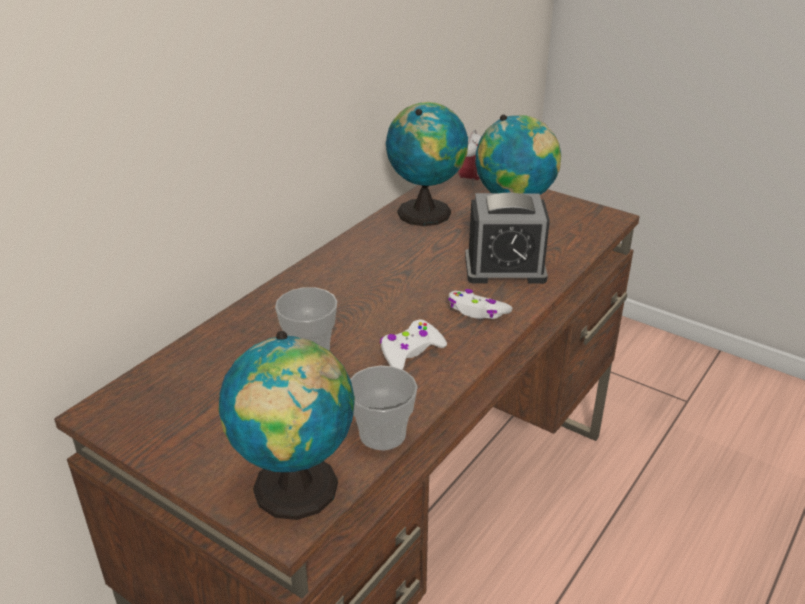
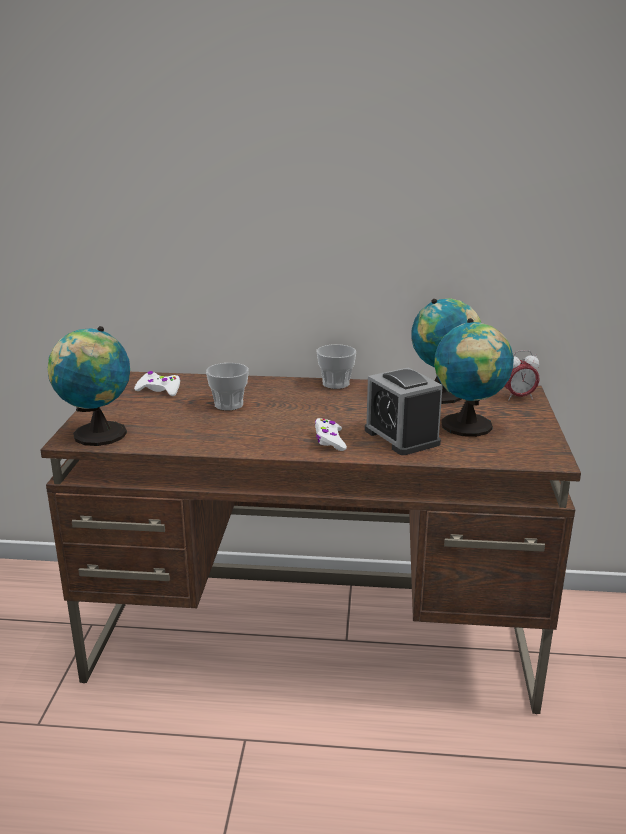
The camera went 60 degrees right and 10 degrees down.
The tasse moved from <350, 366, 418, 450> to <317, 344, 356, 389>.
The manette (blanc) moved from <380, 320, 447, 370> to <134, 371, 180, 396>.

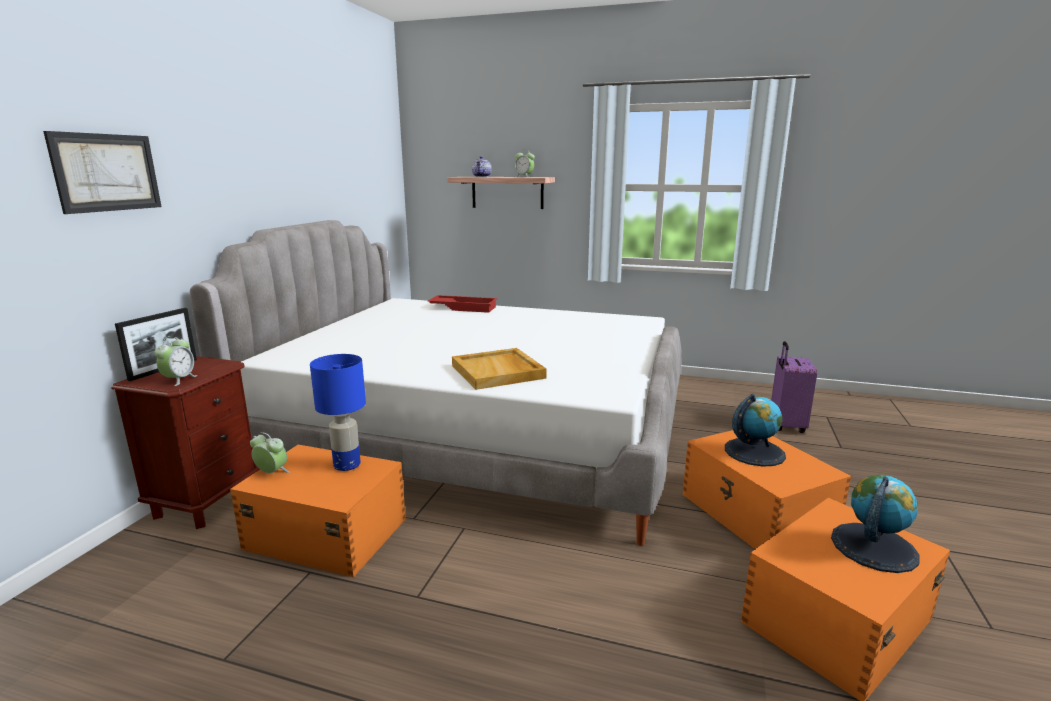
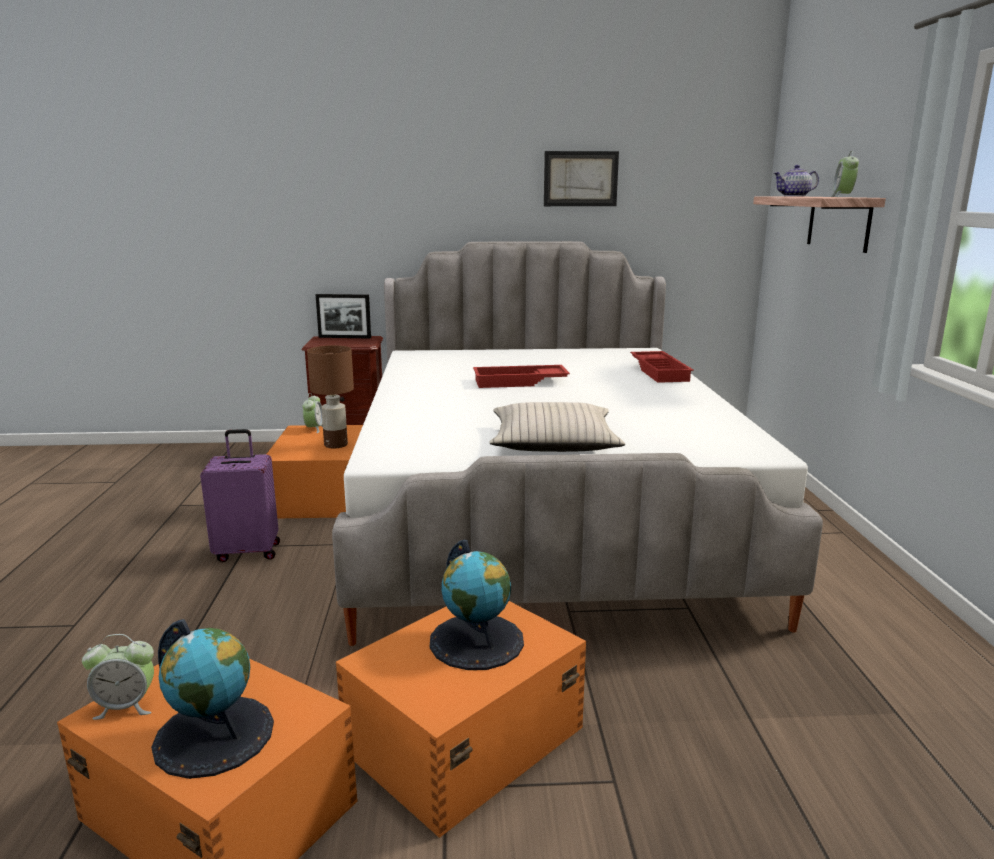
The camera went 70 degrees right and 0 degrees up.
The plateau (beige) at <452, 348, 547, 390> disappeared.
The plateau (rouge) at <473, 365, 570, 388> appeared.
The coussin (beige) at <489, 402, 625, 452> appeared.
The tableau moved from <43, 131, 162, 214> to <544, 151, 619, 206>.
The réveil moved from <154, 336, 198, 386> to <82, 634, 154, 720>.
The valise (violet) moved from <771, 341, 817, 433> to <200, 429, 280, 562>.
The lampe de table (bleu) at <310, 354, 366, 471> became the lampe de table (marron) at <307, 345, 354, 448>.

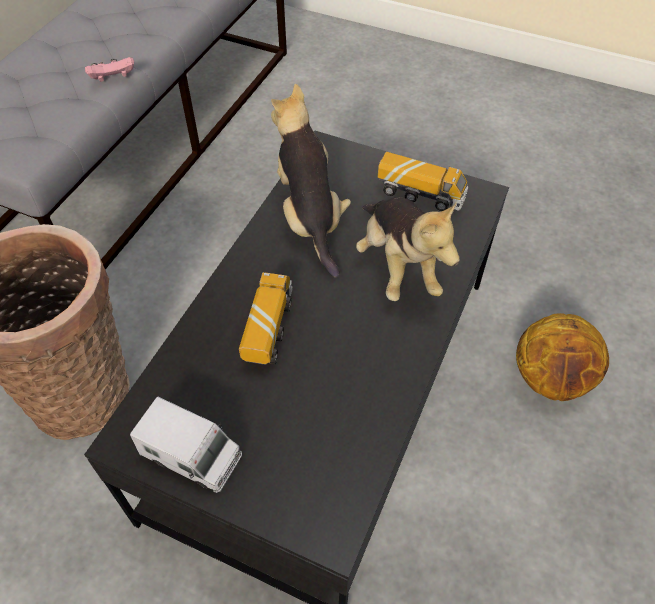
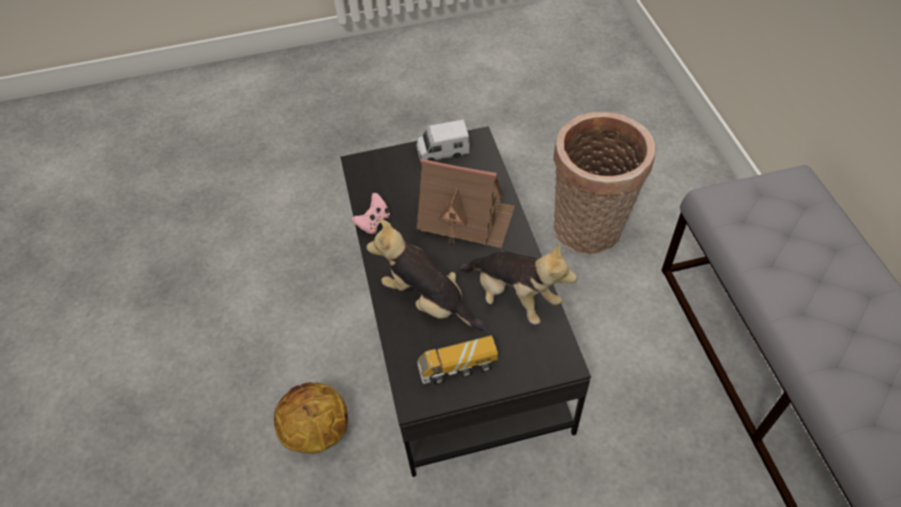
The camera went 145 degrees right and 0 degrees up.
The manette (rose) moved from <85, 57, 134, 82> to <351, 193, 390, 234>.
The camion jouet at <239, 272, 293, 365> was replaced by the maison miniature at <417, 159, 515, 248>.

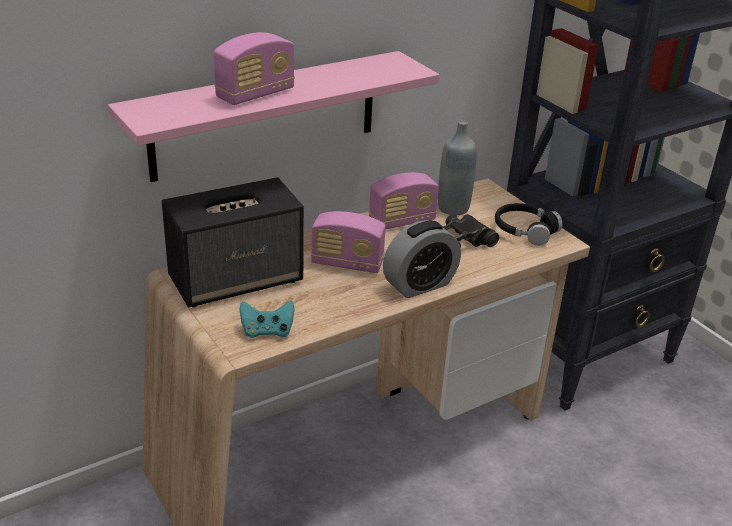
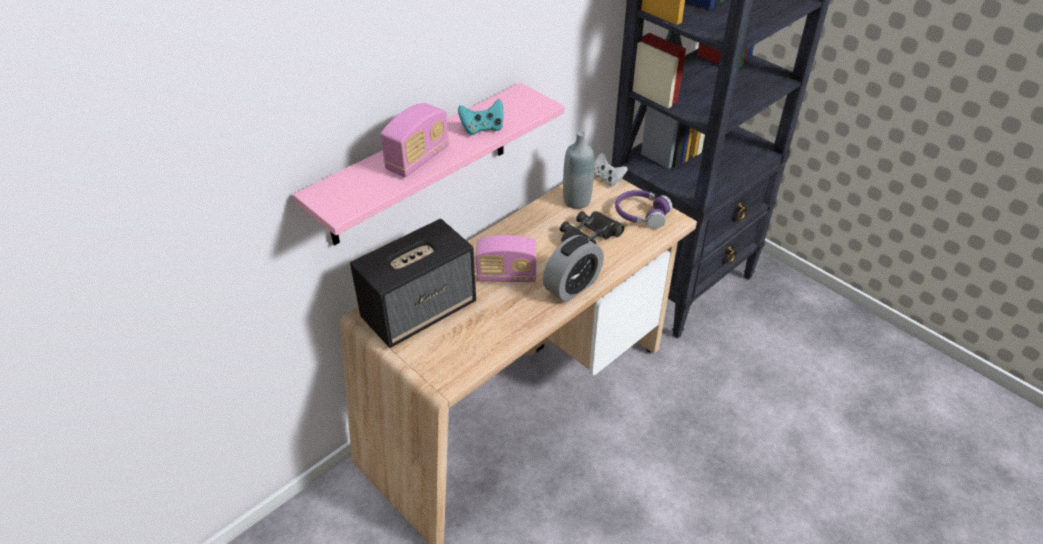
The camera went 10 degrees left and 10 degrees up.
The radio at <369, 172, 439, 230> disappeared.
The manette (blanc) at <594, 153, 628, 186> appeared.
The manette (turquoise) moved from <239, 300, 295, 338> to <458, 99, 504, 135>.
The casque audio (noir) at <495, 203, 562, 246> became the casque audio (violet) at <615, 190, 672, 228>.

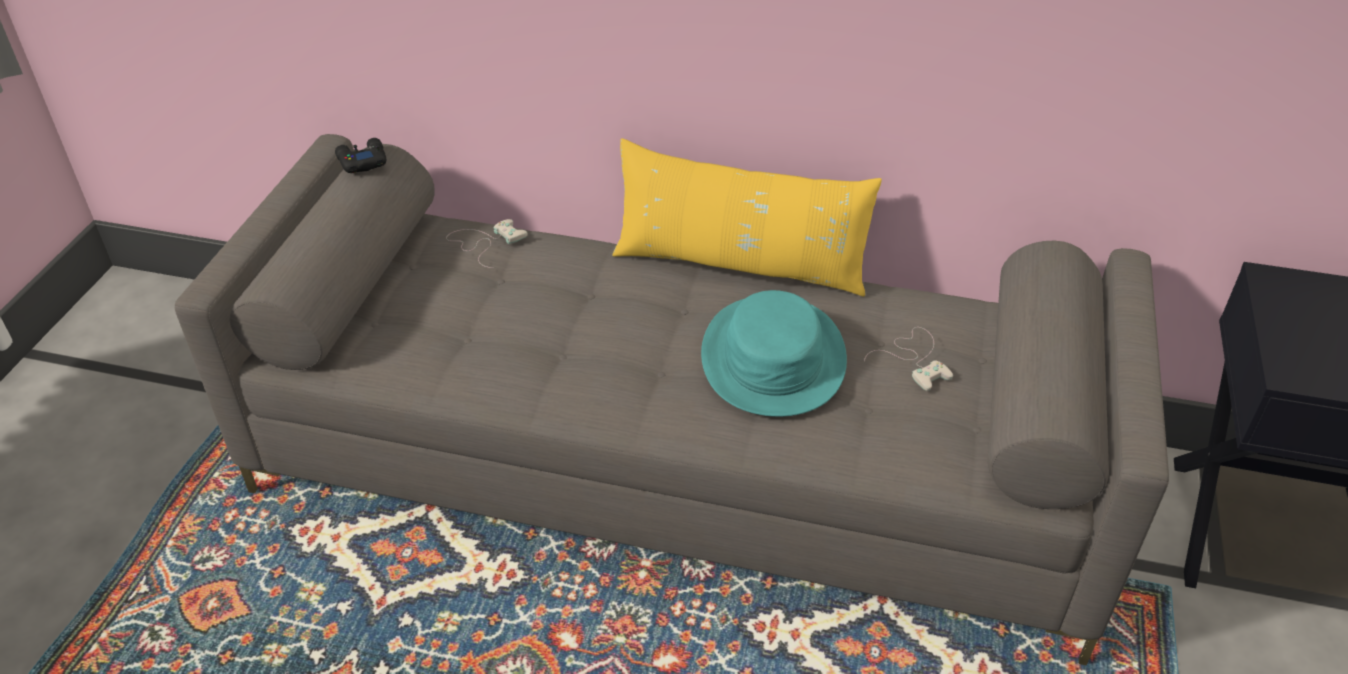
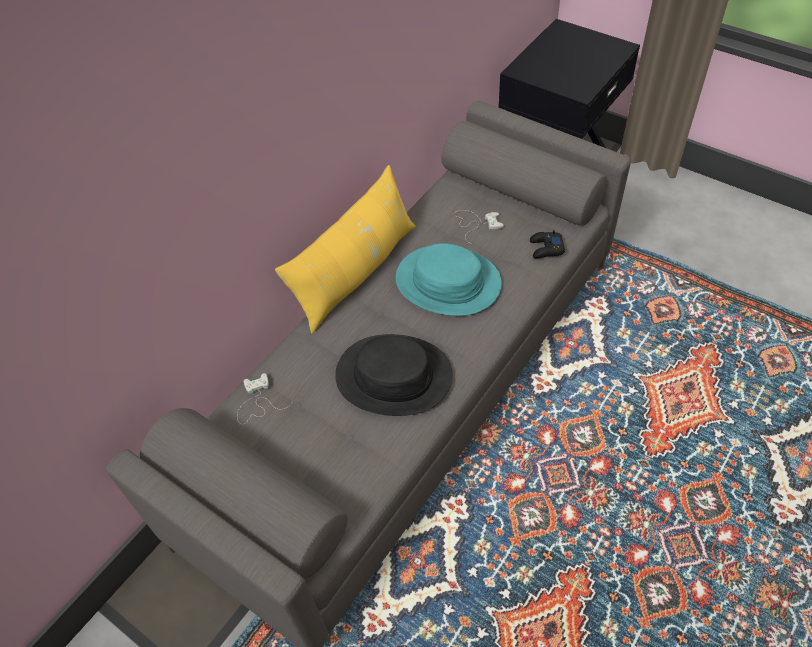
The camera went 65 degrees left and 10 degrees up.
The chapeau (noir) at <335, 334, 452, 416> appeared.
The manette (noir) moved from <335, 138, 387, 173> to <530, 230, 565, 258>.

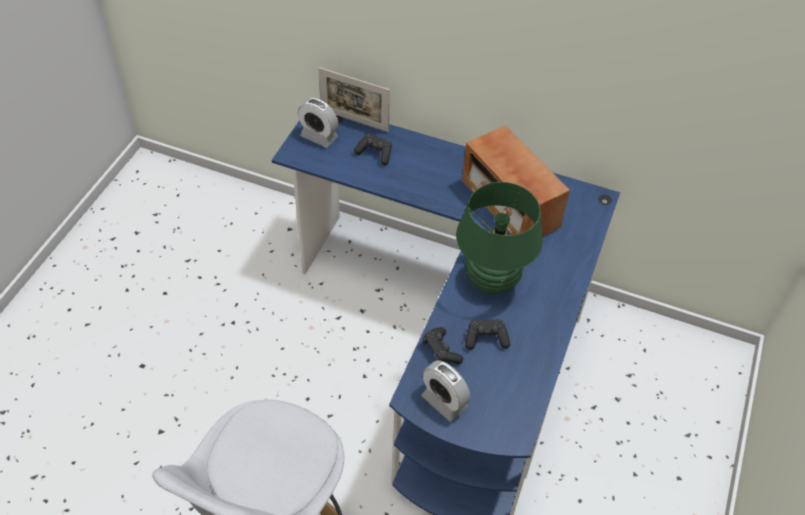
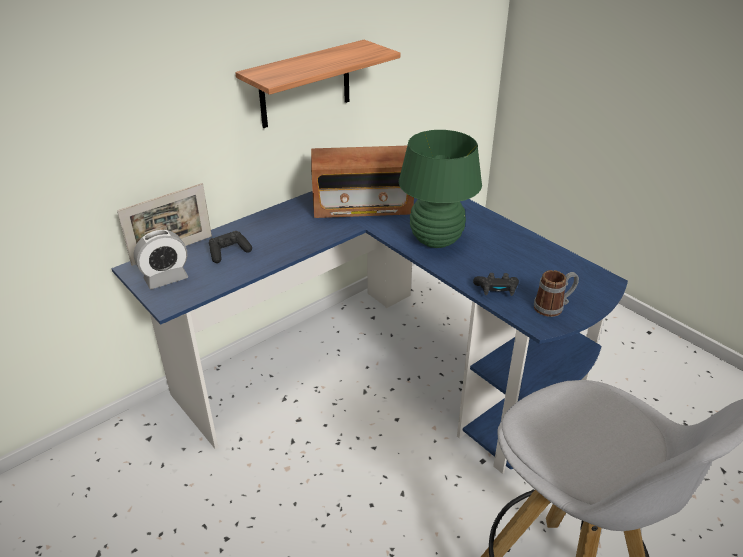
The camera went 60 degrees left and 15 degrees down.
The manette (noir) at <465, 319, 510, 350> disappeared.
The étagère at <235, 40, 400, 128> appeared.
The réveil at <422, 360, 470, 421> was replaced by the mug at <534, 270, 579, 317>.

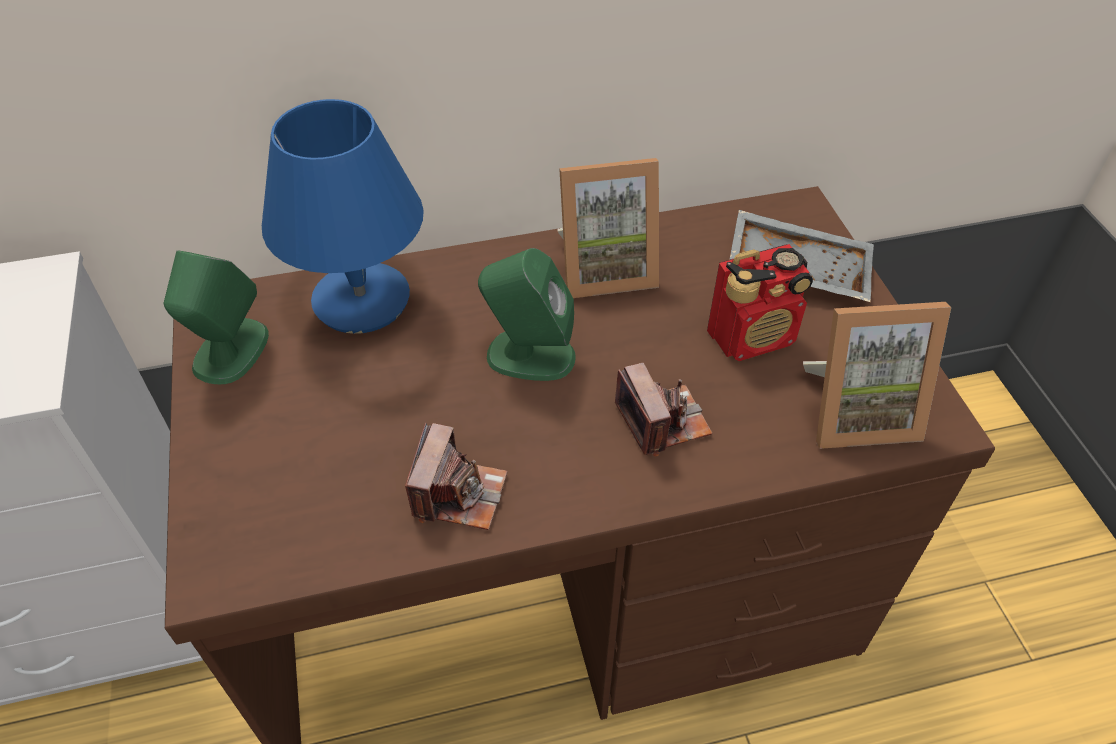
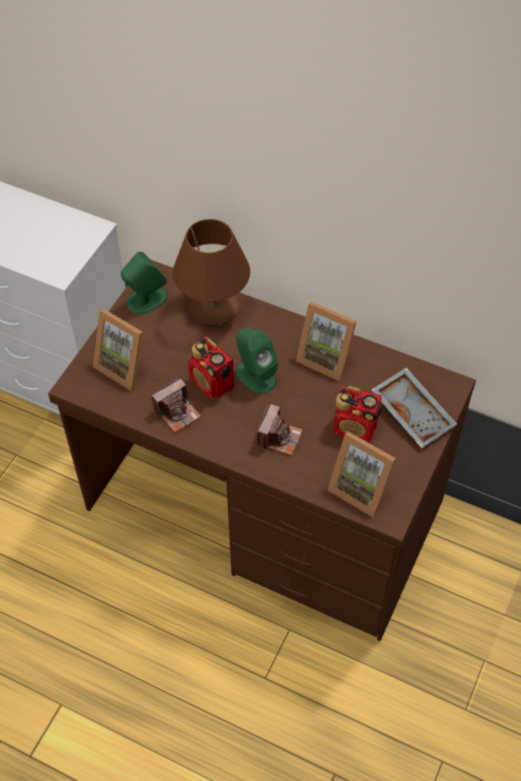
The camera went 40 degrees right and 5 degrees up.
The cadre photo at <93, 309, 143, 390> appeared.
The radio at <188, 336, 234, 399> appeared.
The lampe de table (bleu) at <262, 99, 424, 334> became the lampe de table (marron) at <173, 219, 250, 326>.

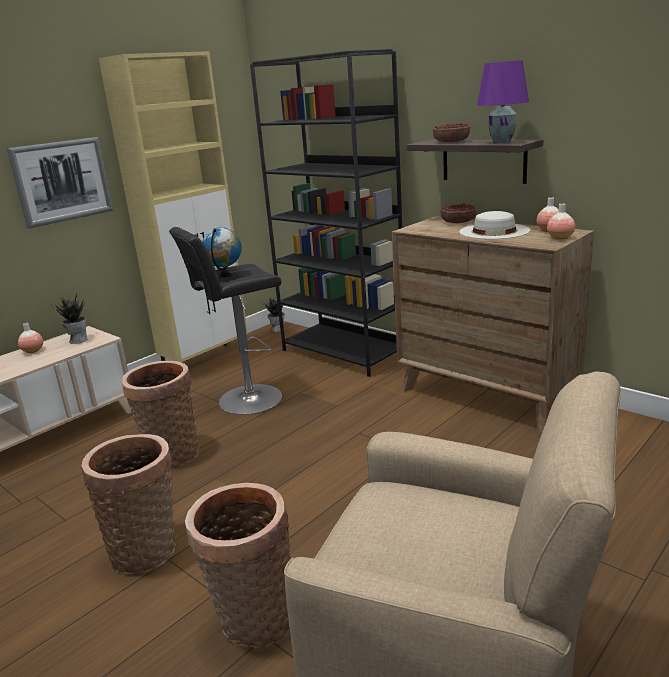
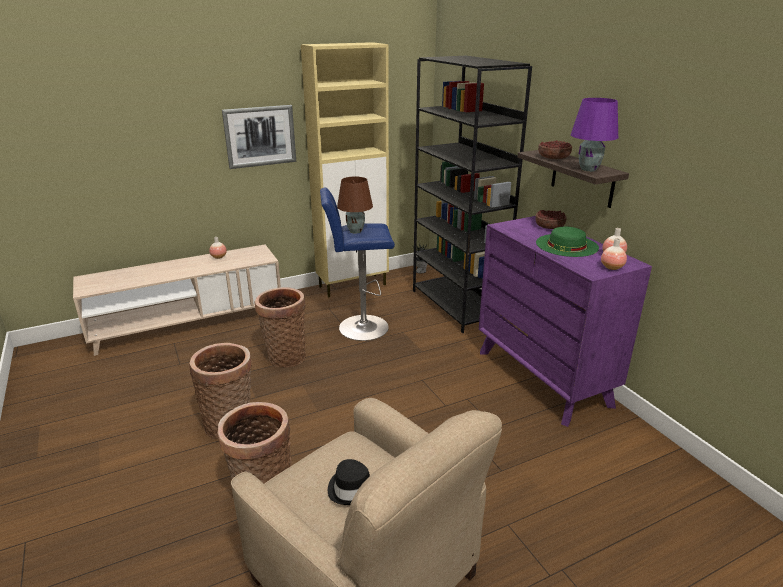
The camera went 20 degrees right and 5 degrees up.
The plante en pot at <52, 293, 88, 344> disappeared.
The chapeau (noir) at <328, 459, 370, 505> appeared.
The globe at <202, 227, 242, 277> was replaced by the lampe de table (marron) at <337, 176, 373, 234>.
The tabouret (noir) at <169, 227, 282, 415> became the tabouret (bleu) at <320, 187, 395, 341>.
The commode (marron) at <392, 216, 594, 433> became the commode (violet) at <479, 216, 652, 427>.
The chapeau (blanc) at <459, 211, 530, 239> became the chapeau (vert) at <536, 227, 599, 257>.

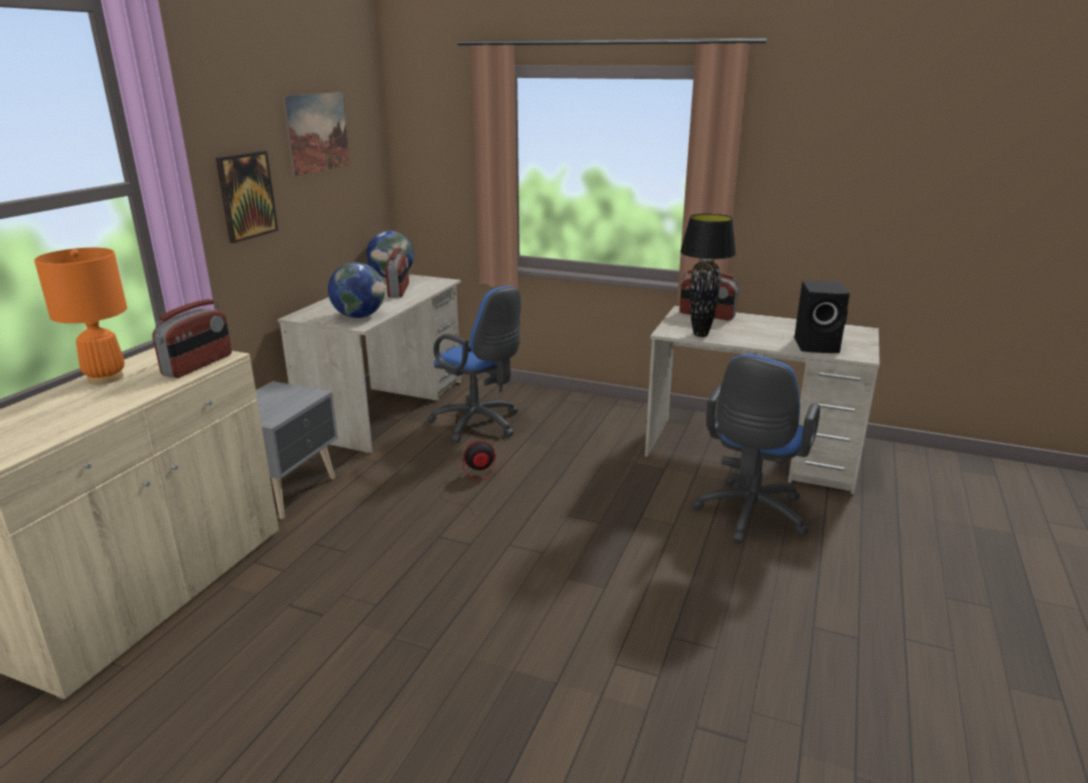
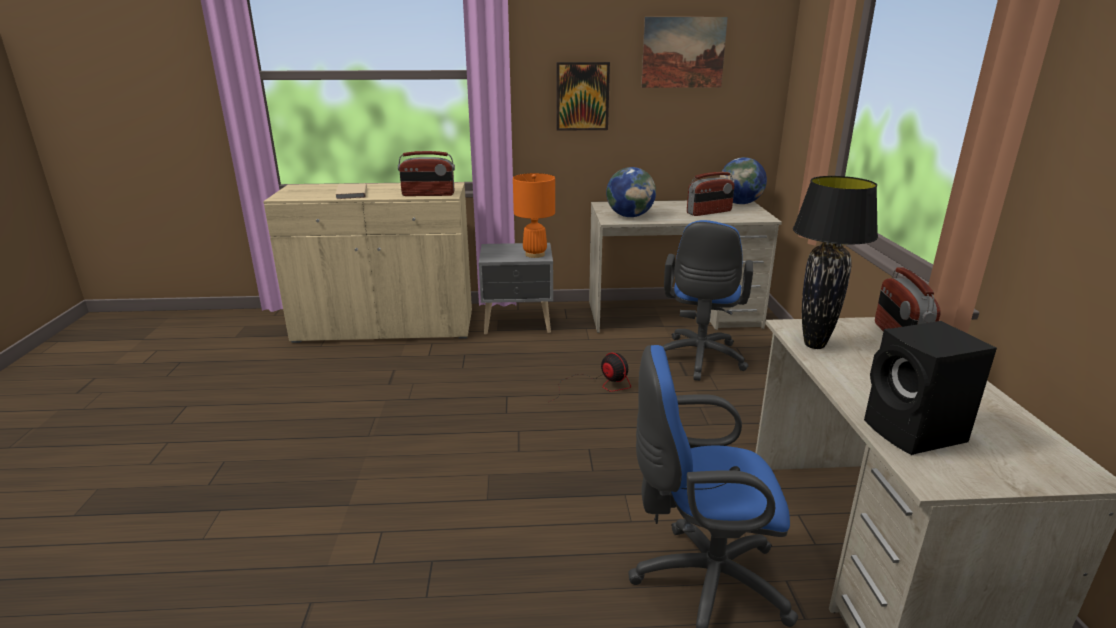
The camera went 65 degrees right and 0 degrees up.
The livre (beige) at <335, 183, 367, 199> appeared.
The lampe de table (orange) moved from <34, 248, 127, 385> to <513, 173, 555, 258>.

